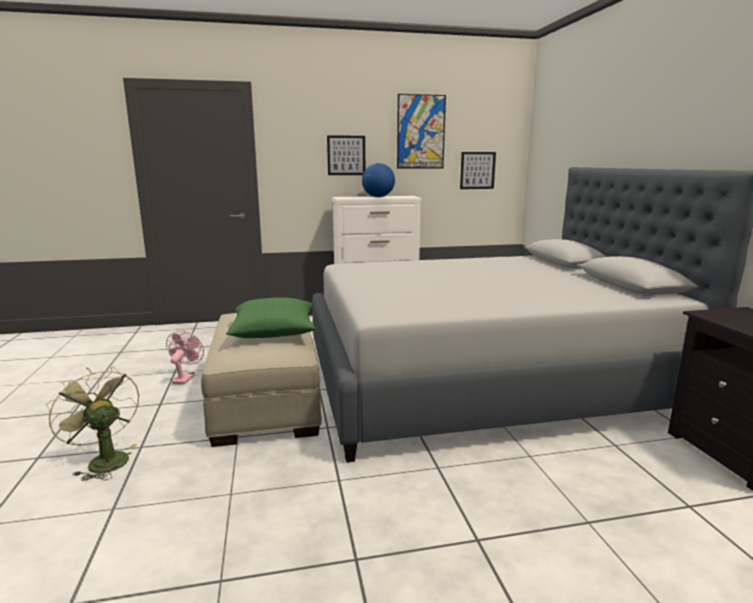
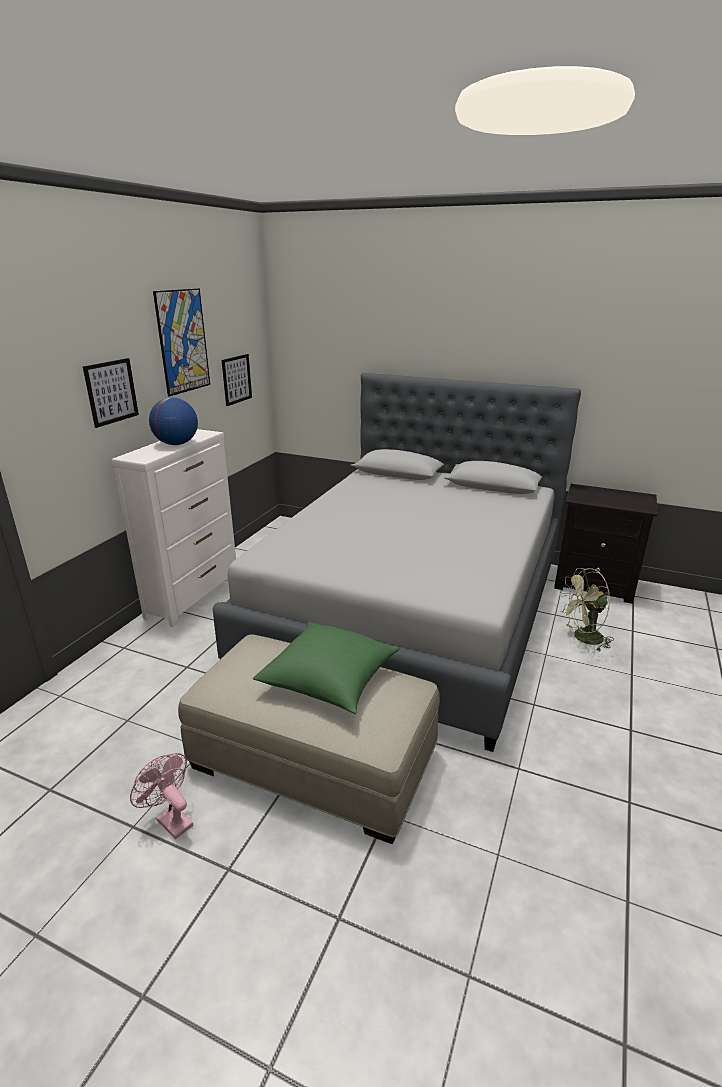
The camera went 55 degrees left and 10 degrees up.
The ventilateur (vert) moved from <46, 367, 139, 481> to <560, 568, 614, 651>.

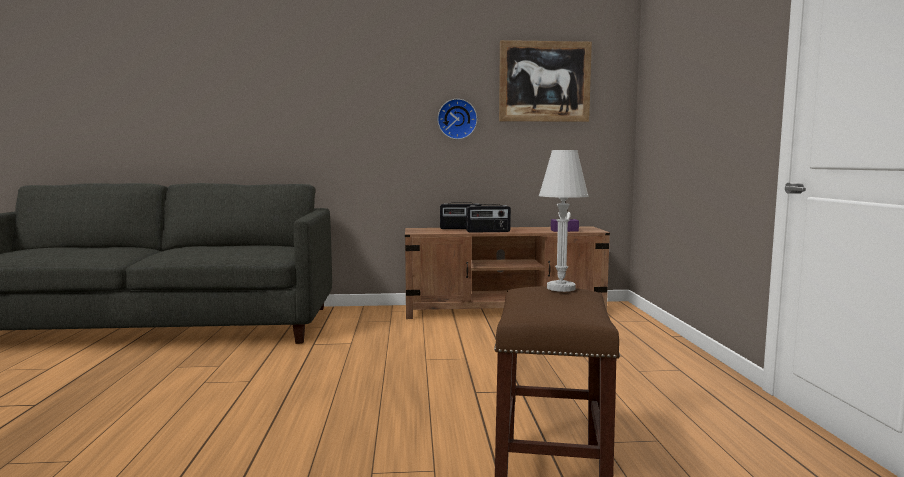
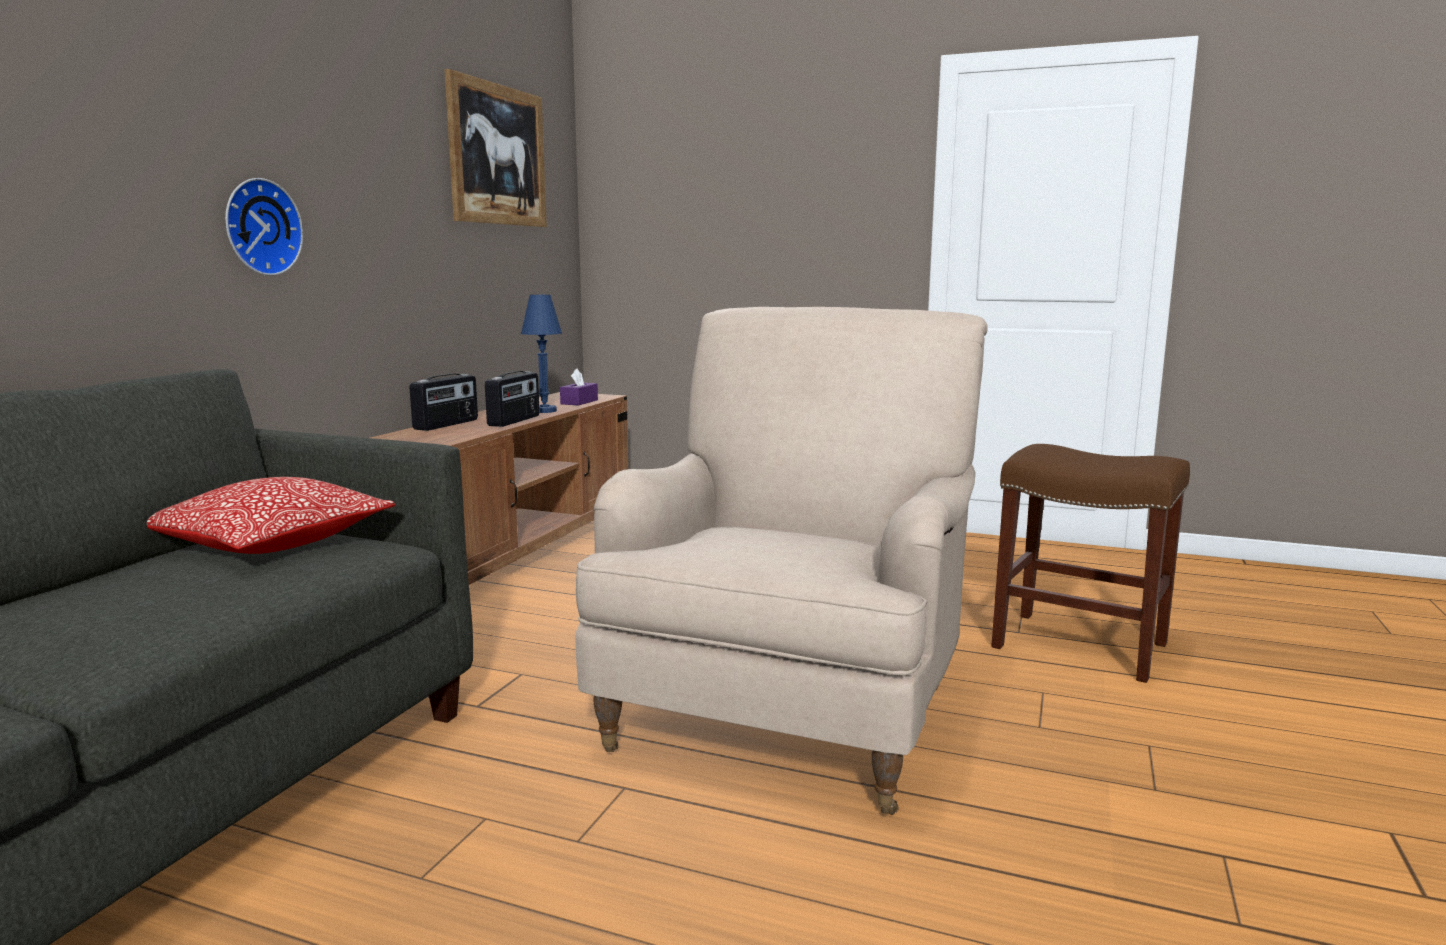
The camera went 65 degrees left and 5 degrees up.
The lampe de table (blanc) at <539, 150, 589, 292> disappeared.
The coussin at <147, 477, 395, 554> appeared.
The lampe de table (bleu) at <521, 295, 562, 413> appeared.
The fauteuil (beige) at <575, 307, 988, 815> appeared.
The horloge murale moved from <437, 99, 477, 139> to <225, 178, 303, 276>.

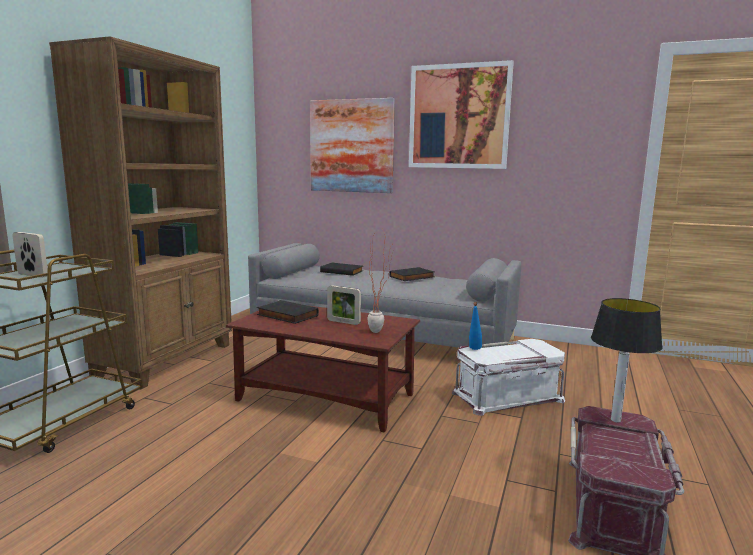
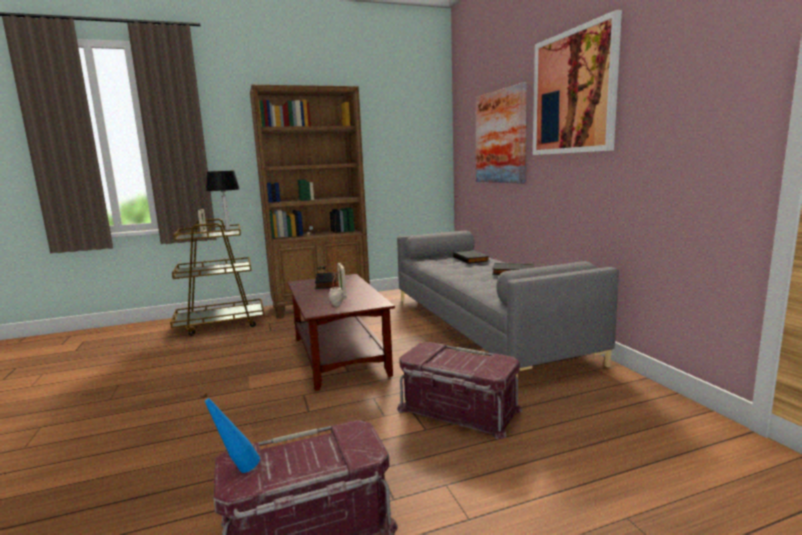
The camera went 50 degrees right and 0 degrees up.
The bouteille (bleu) moved from <469, 302, 482, 350> to <200, 392, 260, 473>.
The lampe de table moved from <591, 298, 663, 423> to <206, 171, 239, 232>.
The boîte de rangement (blanc) at <452, 339, 565, 416> became the boîte de rangement (rouge) at <397, 342, 522, 439>.

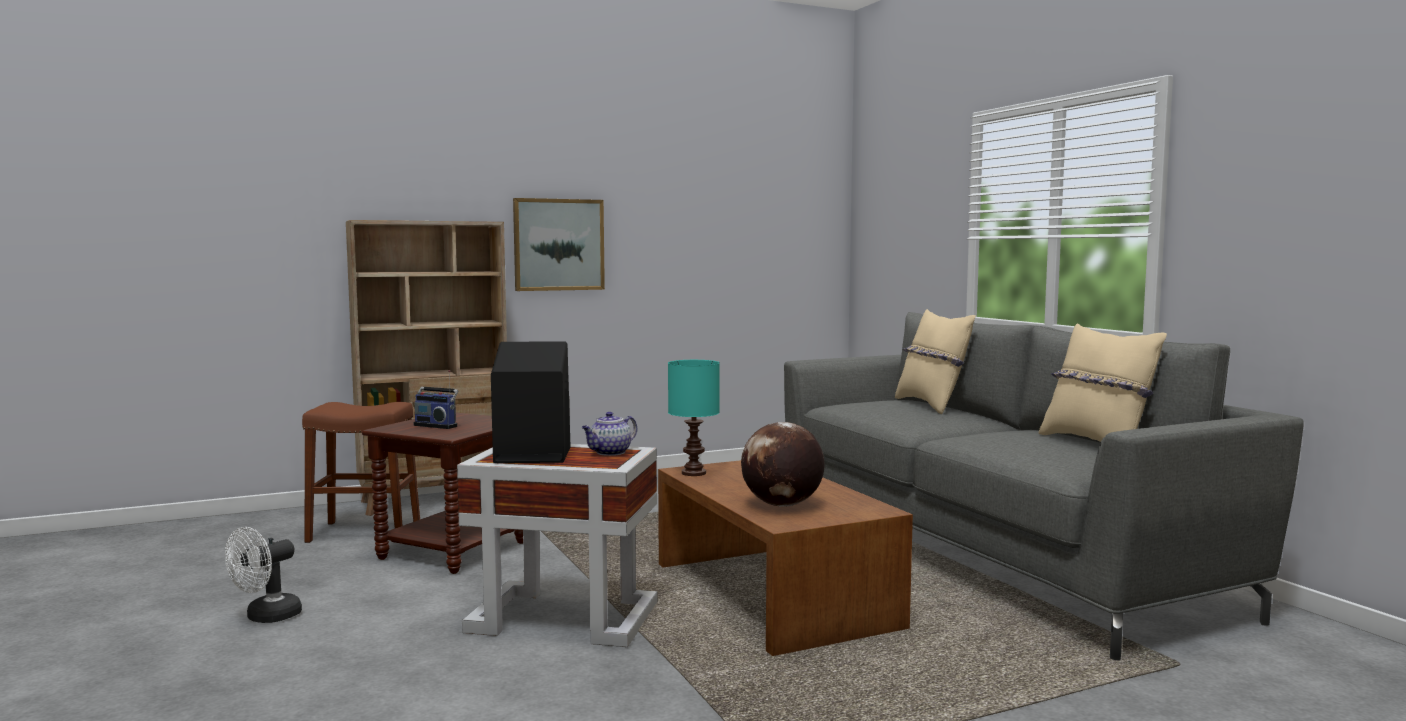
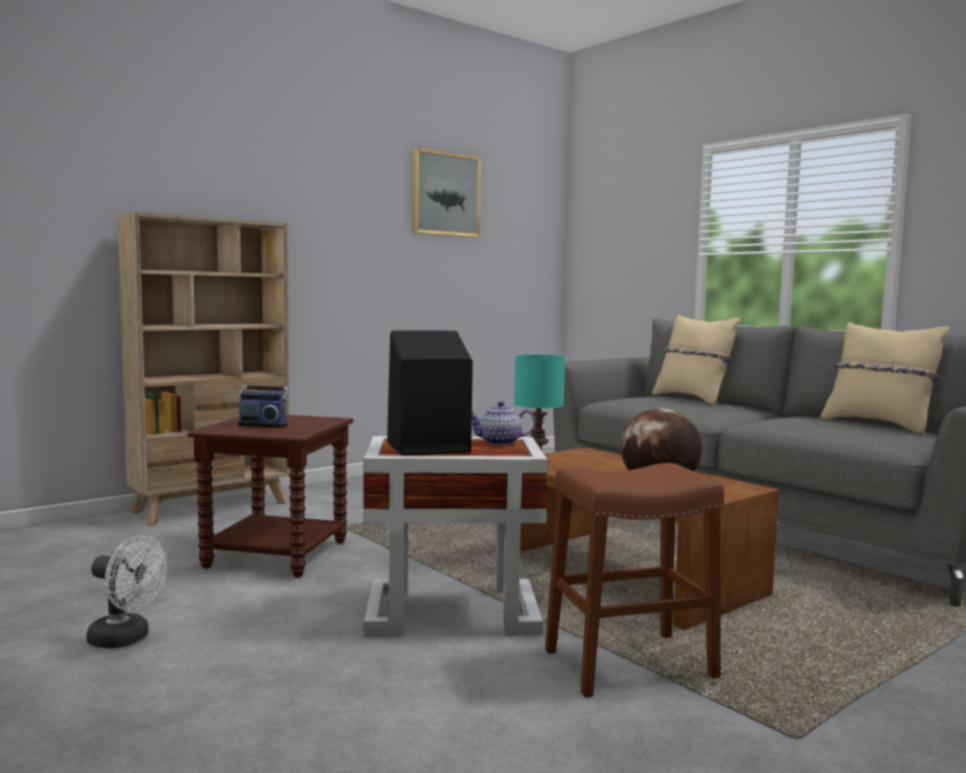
The camera went 15 degrees left and 0 degrees up.
The tabouret (marron) moved from <302, 402, 420, 543> to <545, 463, 724, 697>.
The tableau moved from <513, 198, 605, 291> to <412, 148, 481, 237>.
The ventilateur (blanc) at <225, 527, 302, 623> turned 90 degrees counterclockwise.
The théière at <582, 412, 637, 456> turned 60 degrees clockwise.

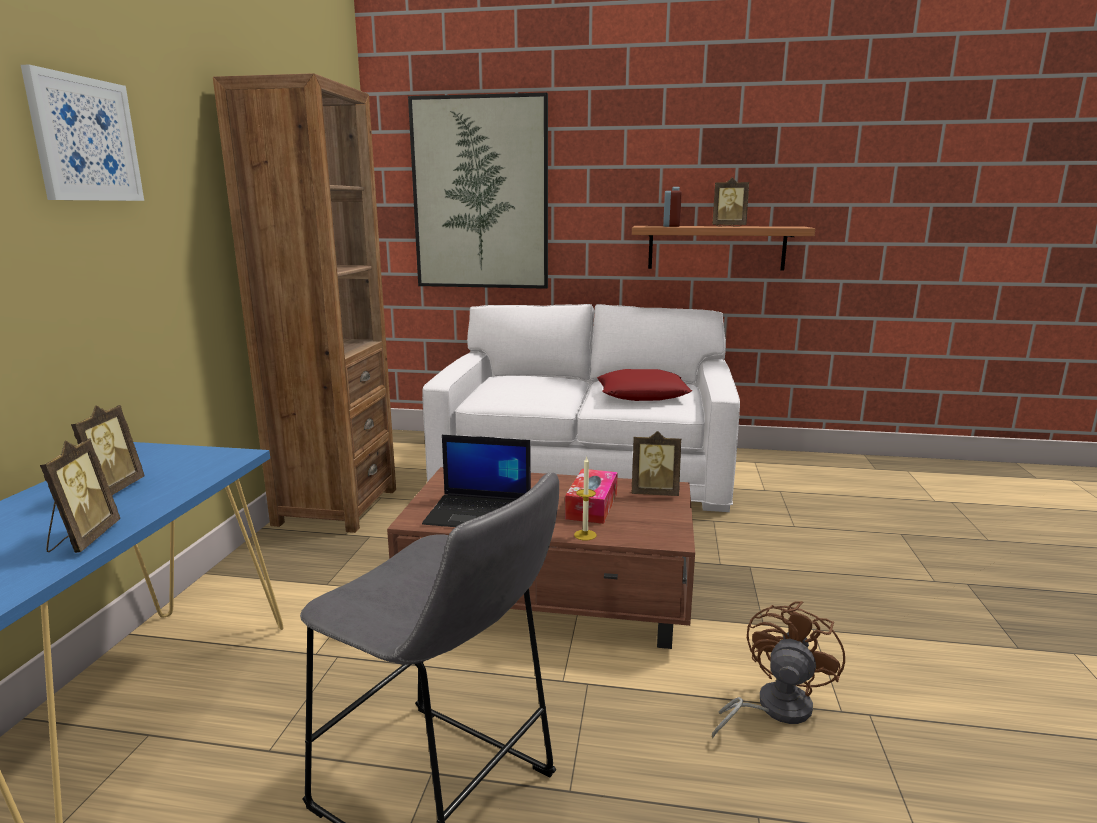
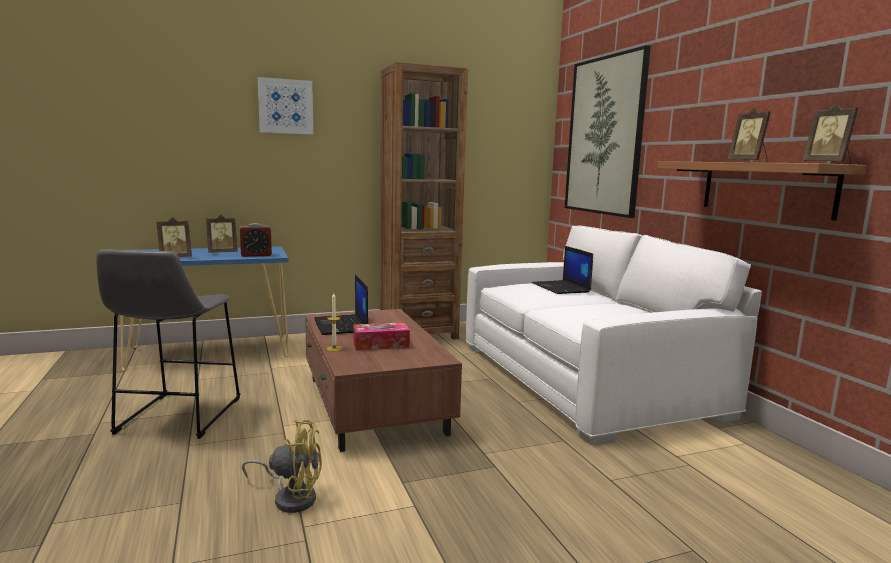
The camera went 60 degrees right and 5 degrees down.
The coussin (rouge) at <597, 369, 692, 401> disappeared.
The ordinateur portable at <532, 246, 593, 294> appeared.
The cadre photo moved from <632, 431, 681, 496> to <803, 103, 858, 164>.
The réveil moved from <663, 187, 682, 227> to <240, 223, 272, 257>.
The ventilateur (marron) at <712, 601, 845, 739> became the ventilateur (jaune) at <242, 420, 322, 513>.

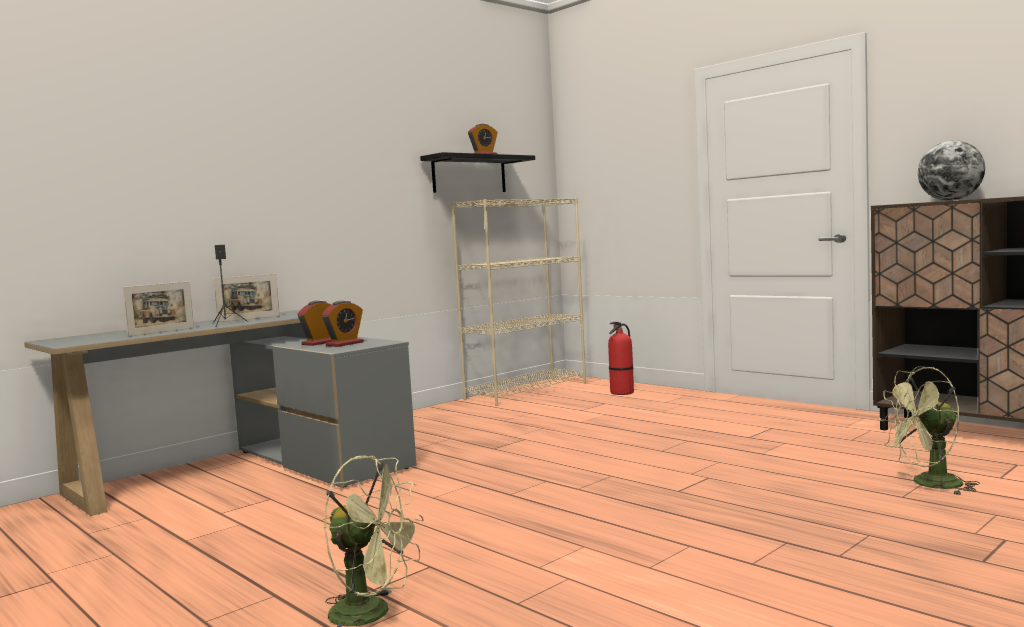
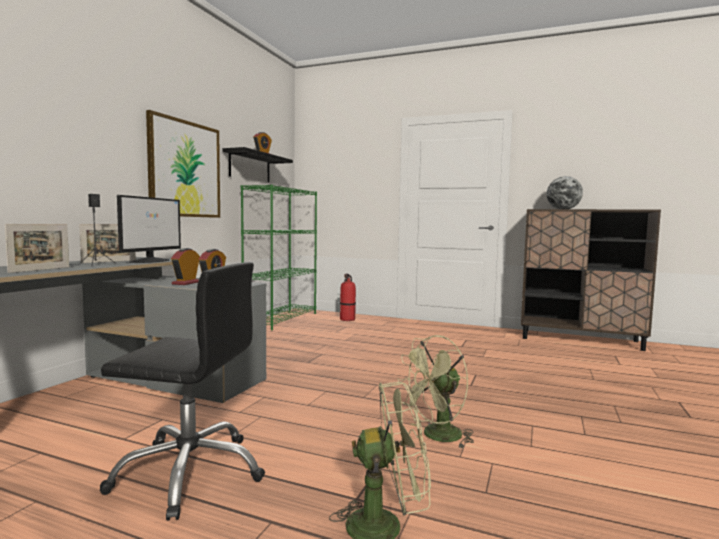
The camera went 25 degrees left and 0 degrees up.
The chaise de bureau (noir) at <100, 262, 265, 521> appeared.
The écran d'ordinateur at <117, 195, 181, 263> appeared.
The tableau at <146, 110, 220, 218> appeared.
The ventilateur (vert) moved from <879, 366, 980, 495> to <397, 335, 474, 448>.
The bibliothèque (beige) at <451, 198, 586, 406> became the bibliothèque (vert) at <241, 185, 317, 330>.

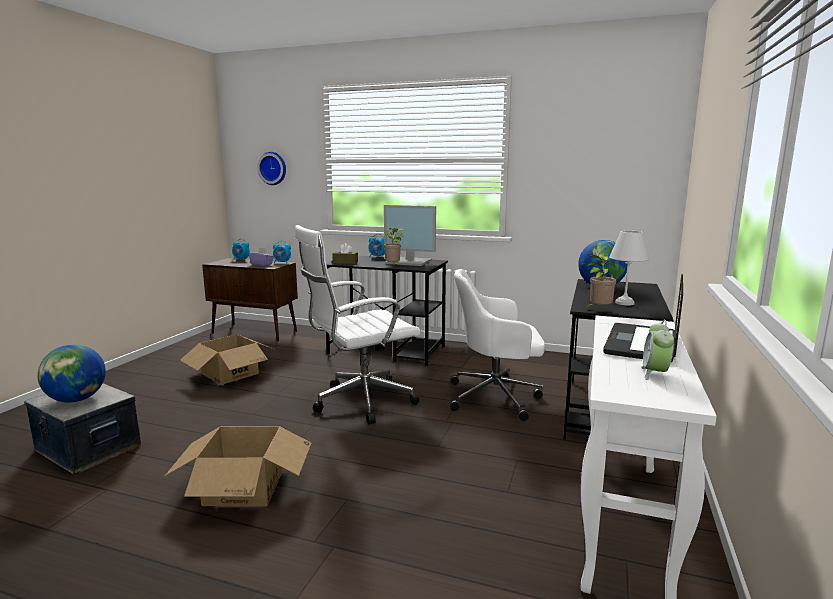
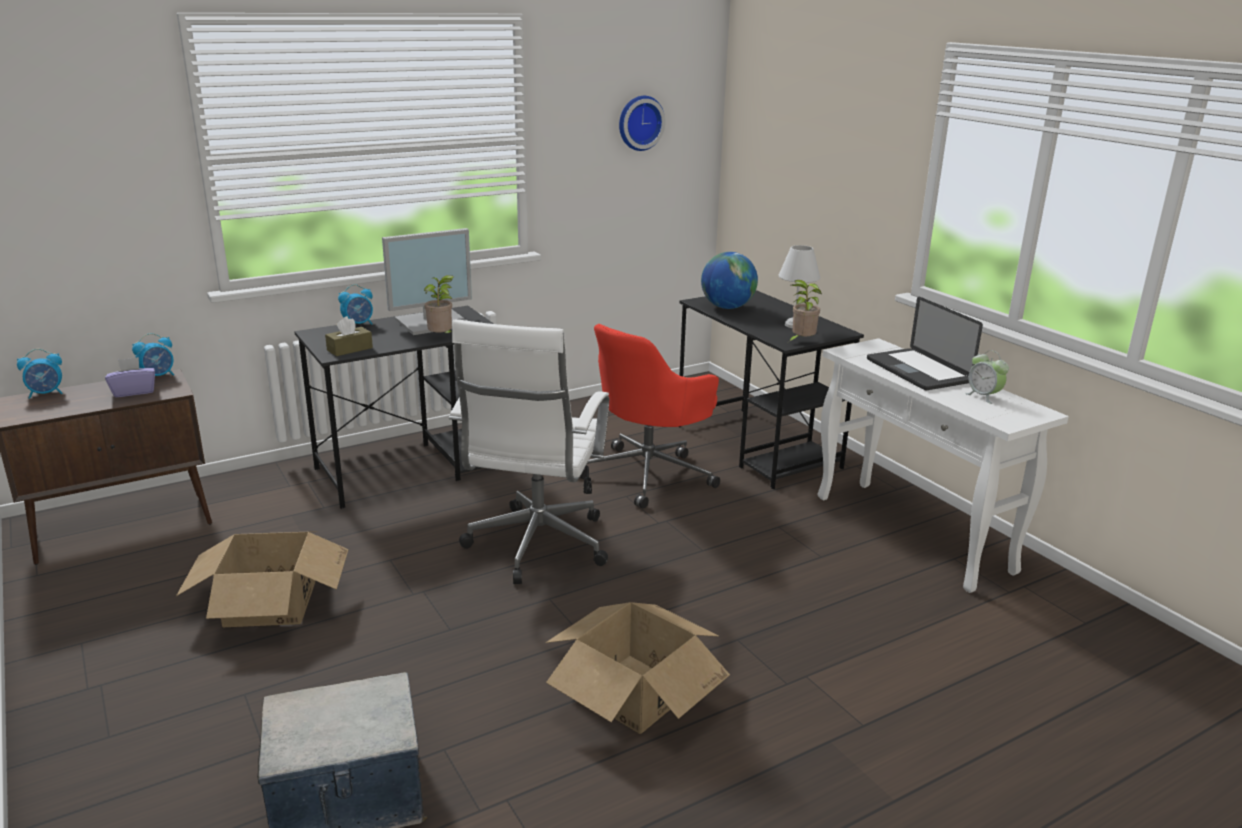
The camera went 50 degrees left and 10 degrees up.
The globe at <37, 344, 106, 403> disappeared.
The horloge murale moved from <257, 152, 286, 185> to <619, 96, 665, 151>.
The chaise de bureau (blanc) at <450, 269, 545, 421> became the chaise de bureau (rouge) at <580, 324, 720, 509>.

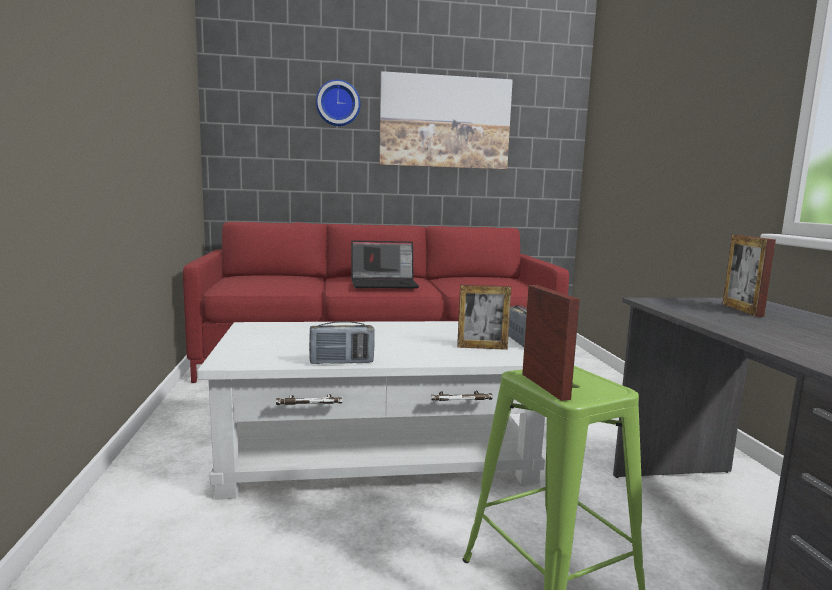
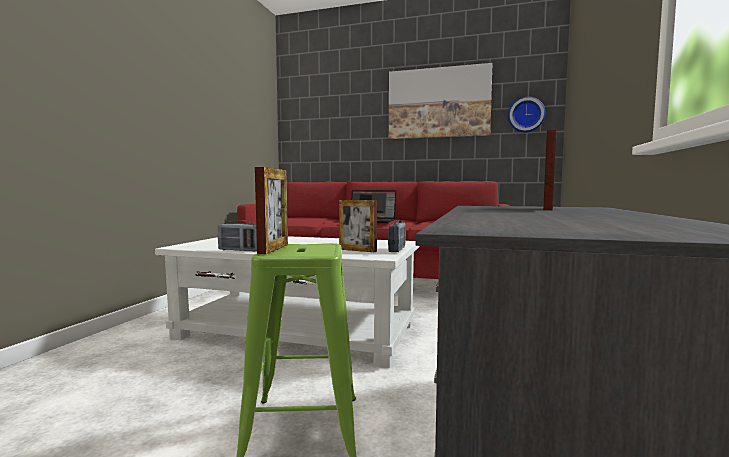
The camera went 25 degrees right and 5 degrees down.
The horloge murale moved from <316, 79, 361, 126> to <508, 97, 545, 132>.

